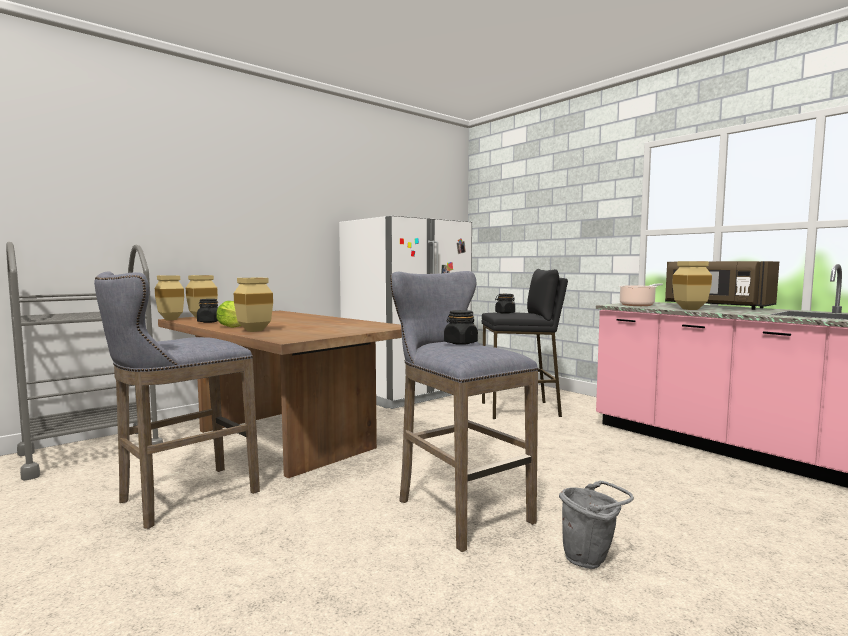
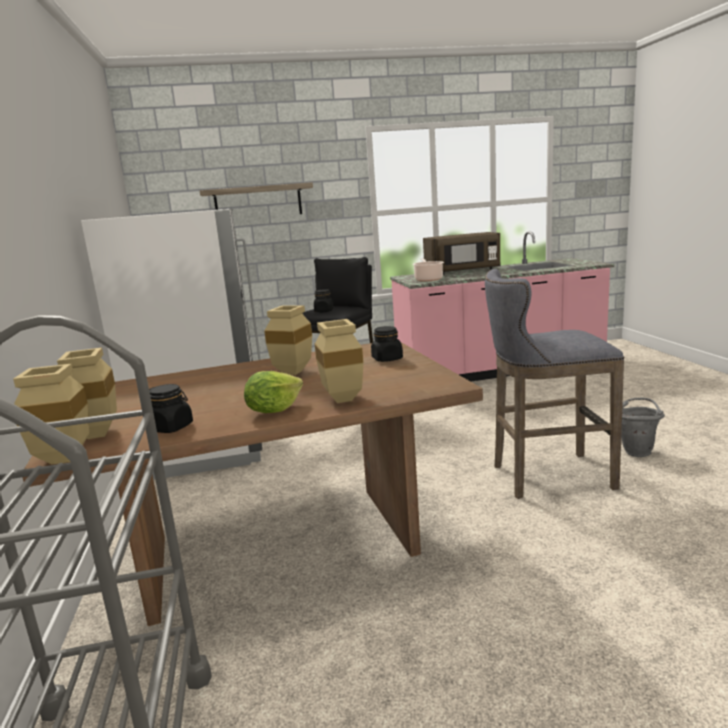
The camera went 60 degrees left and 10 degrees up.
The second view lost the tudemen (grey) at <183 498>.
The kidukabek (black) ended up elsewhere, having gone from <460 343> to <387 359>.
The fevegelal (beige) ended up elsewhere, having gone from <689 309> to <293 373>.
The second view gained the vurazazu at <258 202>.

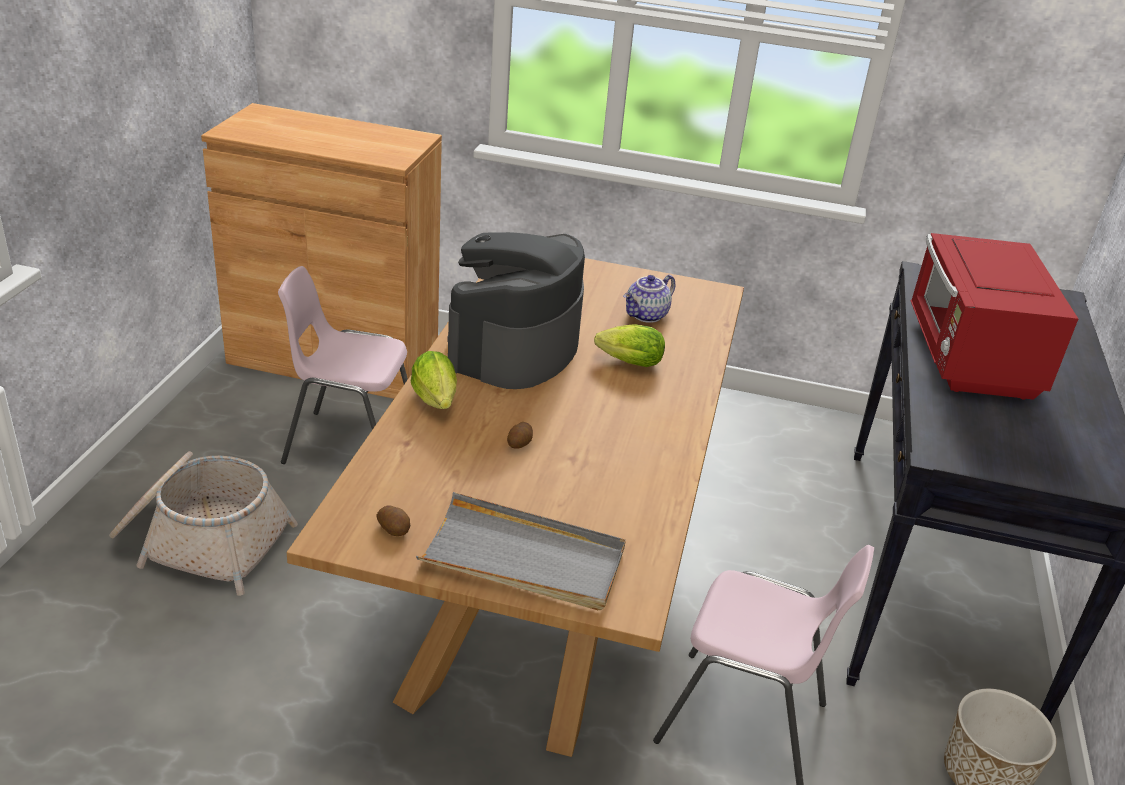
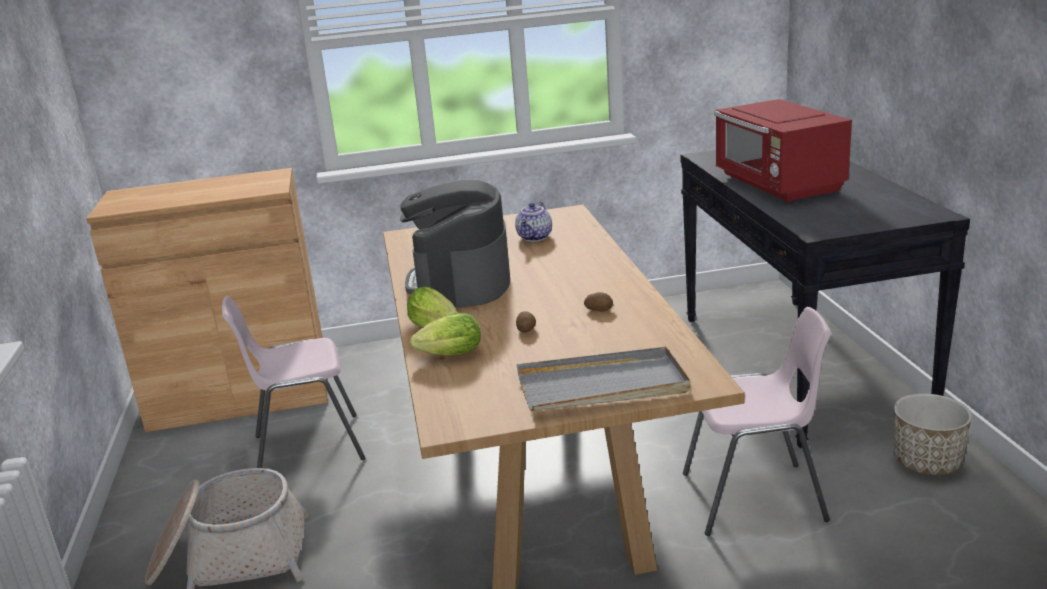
The camera went 20 degrees left and 10 degrees down.
The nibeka ended up elsewhere, having gone from <394 529> to <599 309>.
The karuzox ended up elsewhere, having gone from <626 362> to <447 355>.

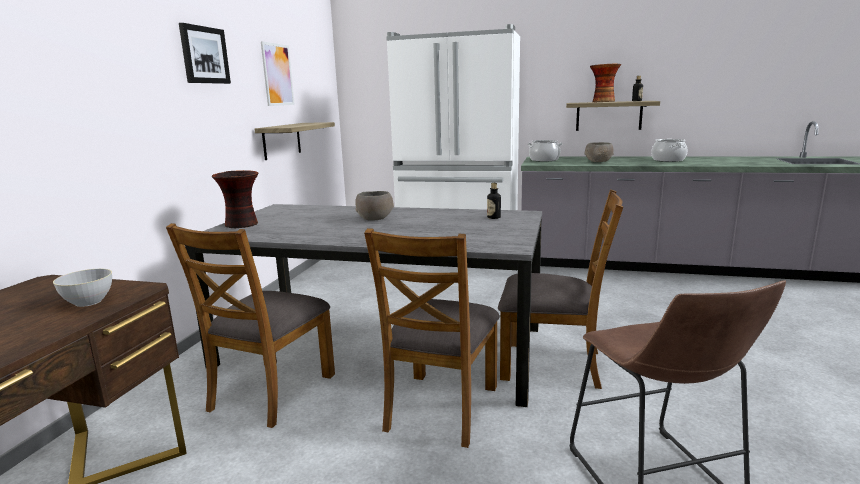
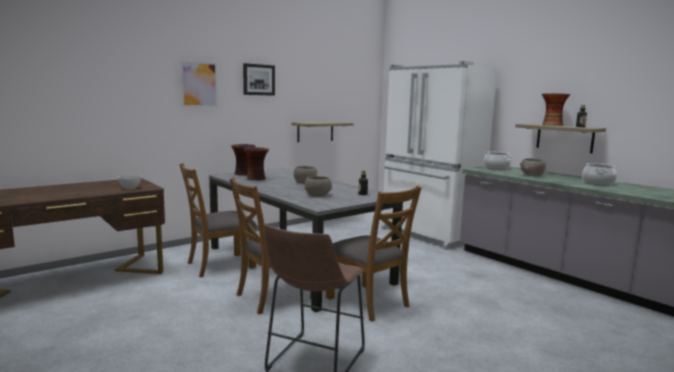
The camera went 35 degrees right and 5 degrees down.
The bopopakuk ended up elsewhere, having gone from <277 75> to <199 84>.
The second view gained the fevegelal at <256 179>.
The second view gained the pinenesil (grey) at <317 195>.

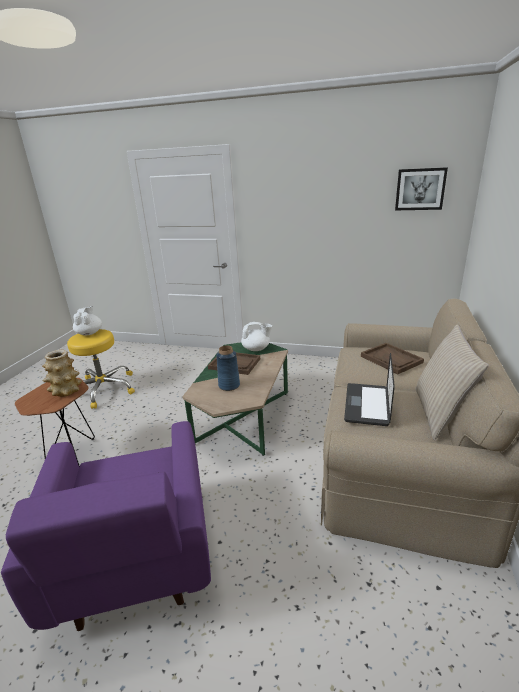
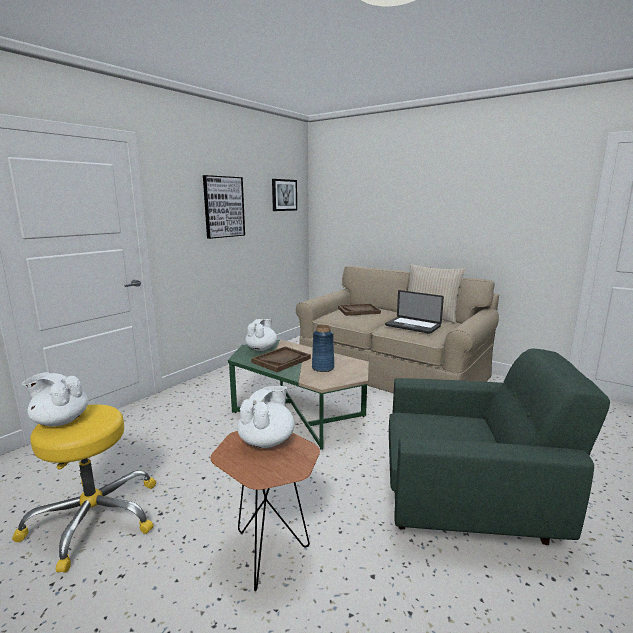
The camera went 70 degrees left and 10 degrees down.
What was the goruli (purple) at <134 557> turned into the goruli (green) at <469 503>.
Where the fevegelal stood at <66 391>, the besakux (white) came to stand at <267 441>.
The second view gained the bopopakuk at <223 207>.

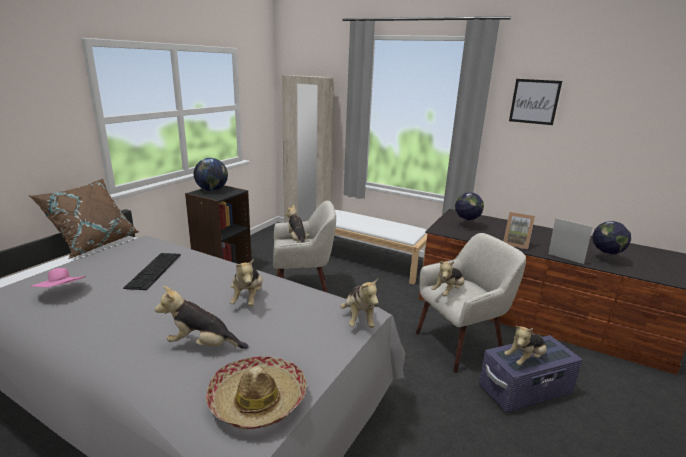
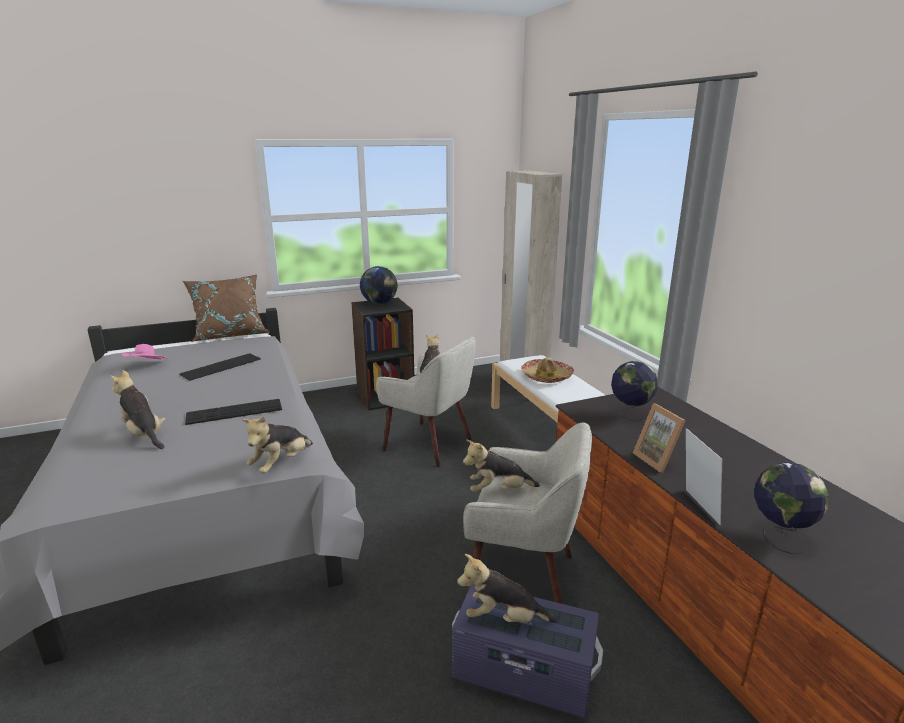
The camera went 40 degrees right and 0 degrees up.
The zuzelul ended up elsewhere, having gone from <257 400> to <547 377>.
Where the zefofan stood at <248 299>, the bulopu came to stand at <234 411>.
The second view lost the bopopakuk at <534 101>.

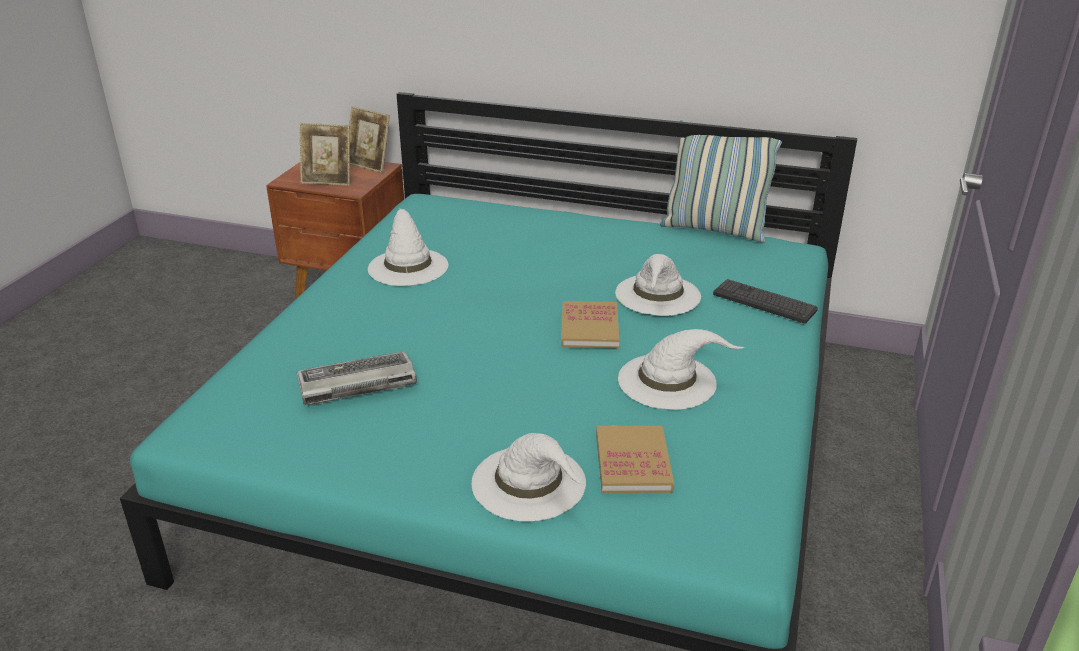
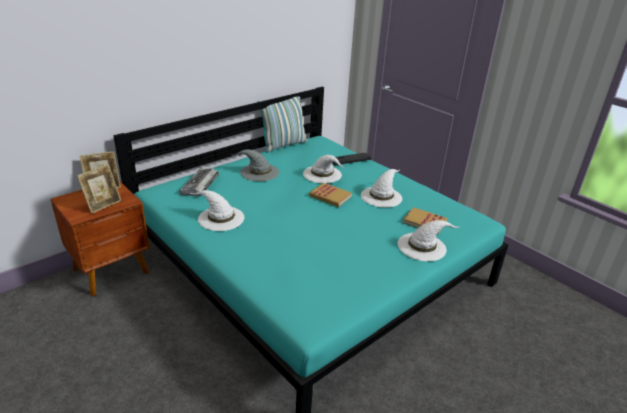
The camera went 60 degrees left and 0 degrees up.
The bulopu ended up elsewhere, having gone from <355 385> to <199 186>.
The second view gained the zuzelul (grey) at <259 172>.

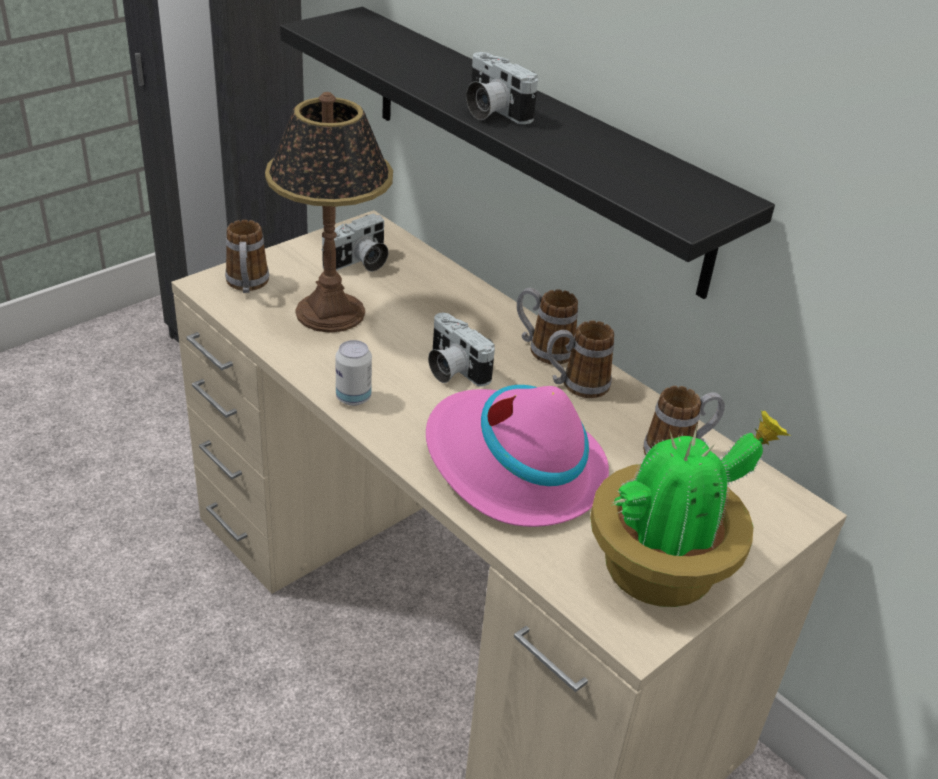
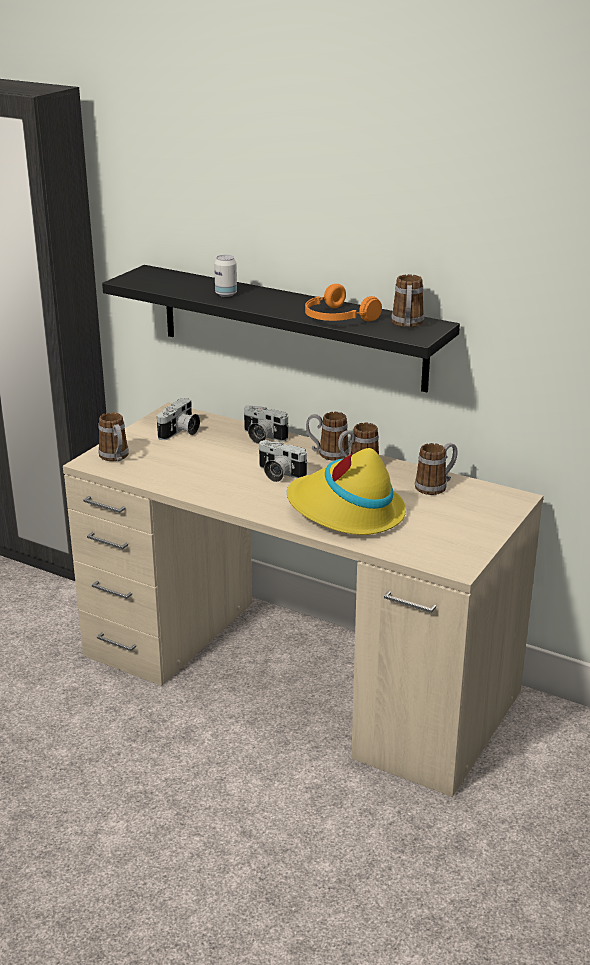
The camera went 15 degrees left and 10 degrees down.
The second view lost the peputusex at <330 312>.
The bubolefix ended up elsewhere, having gone from <353 398> to <226 294>.
What was the zuzelul (pink) at <512 467> turned into the zuzelul (yellow) at <345 512>.
The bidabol ended up elsewhere, having gone from <491 111> to <262 437>.
The second view lost the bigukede at <664 568>.
The second view gained the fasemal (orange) at <336 318>.
The second view gained the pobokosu at <407 324>.

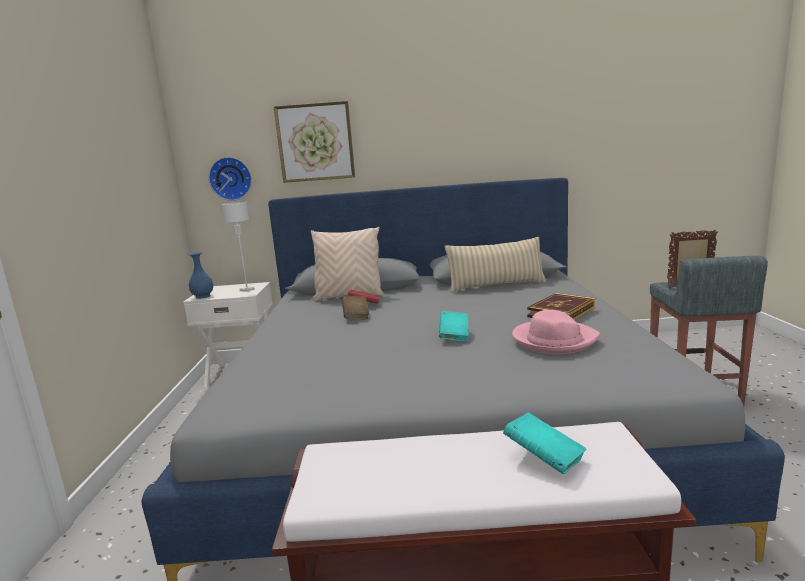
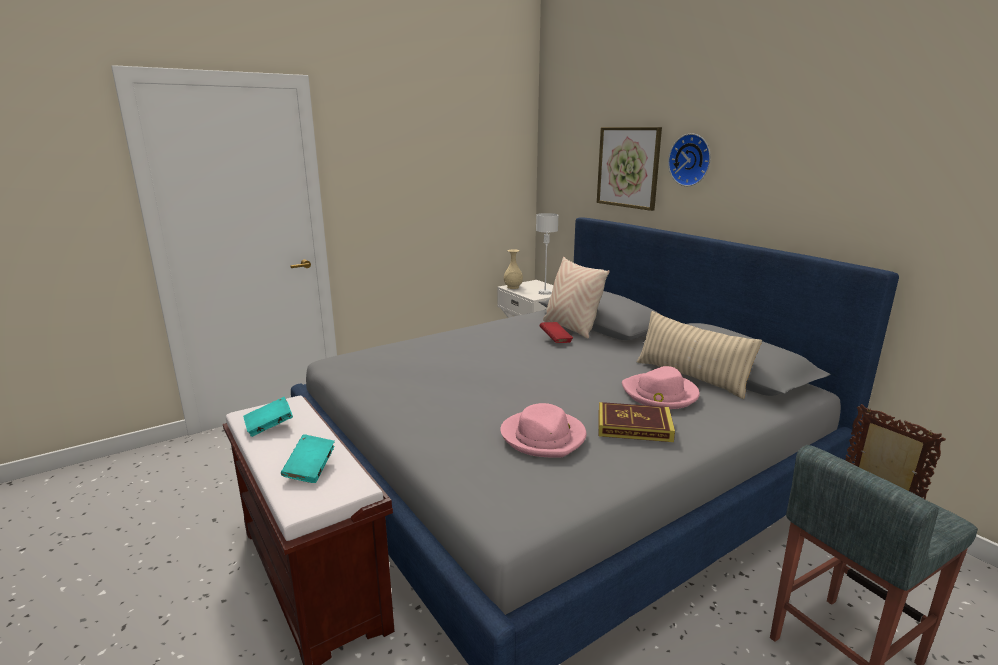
The camera went 55 degrees right and 5 degrees up.
What was the fevegelal (blue) at <203 296> turned into the fevegelal (beige) at <513 287>.
The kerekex ended up elsewhere, having gone from <231 178> to <691 160>.
The second view lost the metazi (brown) at <356 316>.
The metazi (turquoise) ended up elsewhere, having gone from <454 336> to <269 426>.
The second view gained the zuzelul (pink) at <660 394>.

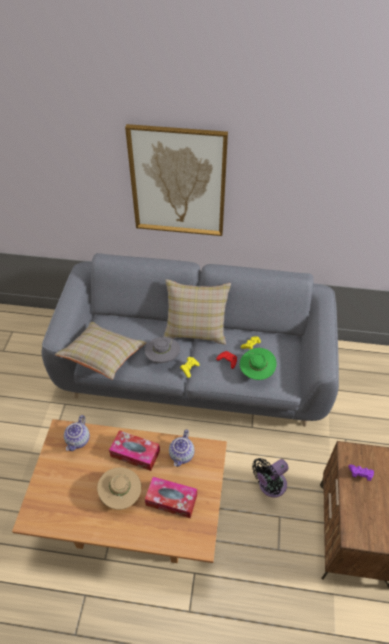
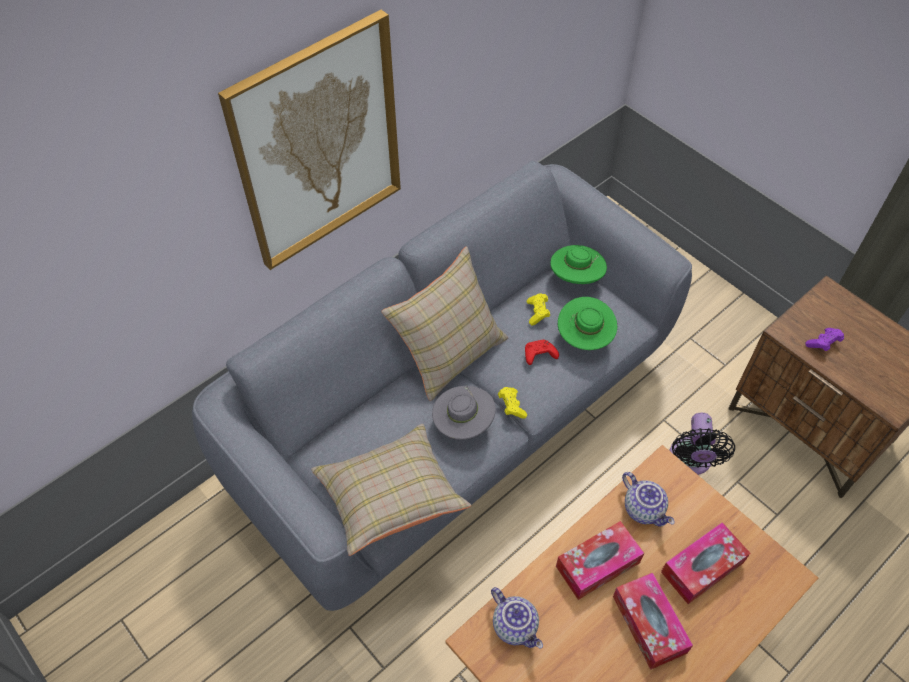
The camera went 50 degrees left and 5 degrees up.
Where the zuzelul (beige) stood at <121 494>, the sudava came to stand at <649 624>.
The second view gained the zuzelul (green) at <576 278>.

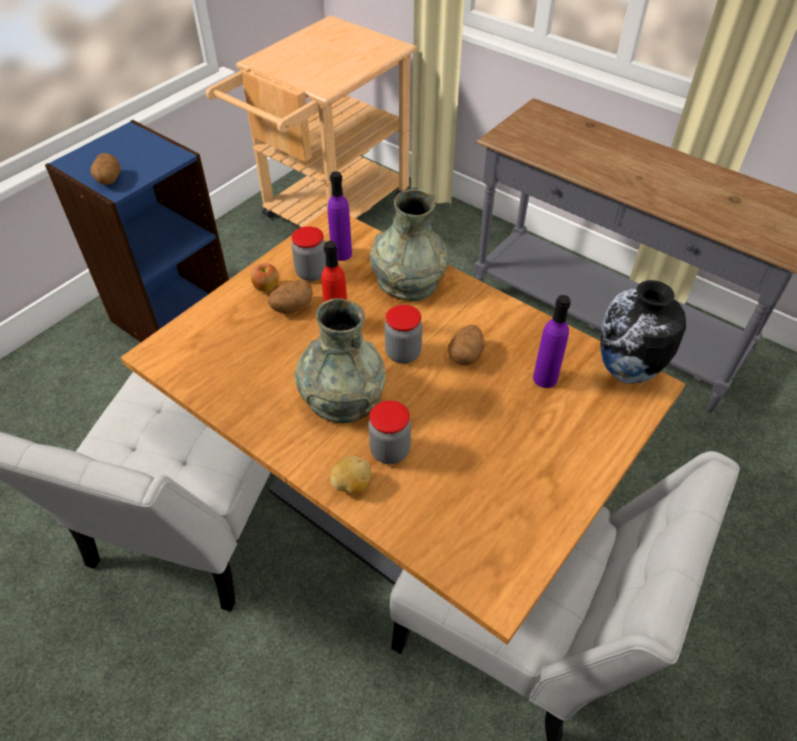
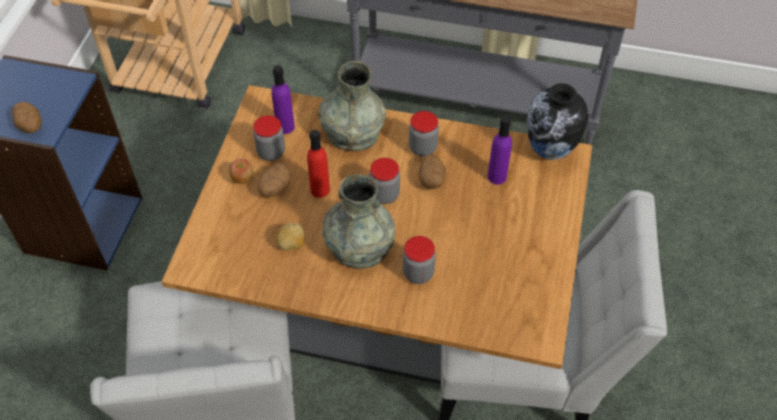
The camera went 25 degrees left and 5 degrees up.
The nibeka ended up elsewhere, having gone from <351 485> to <292 244>.
The second view gained the kidukabek at <423 148>.

